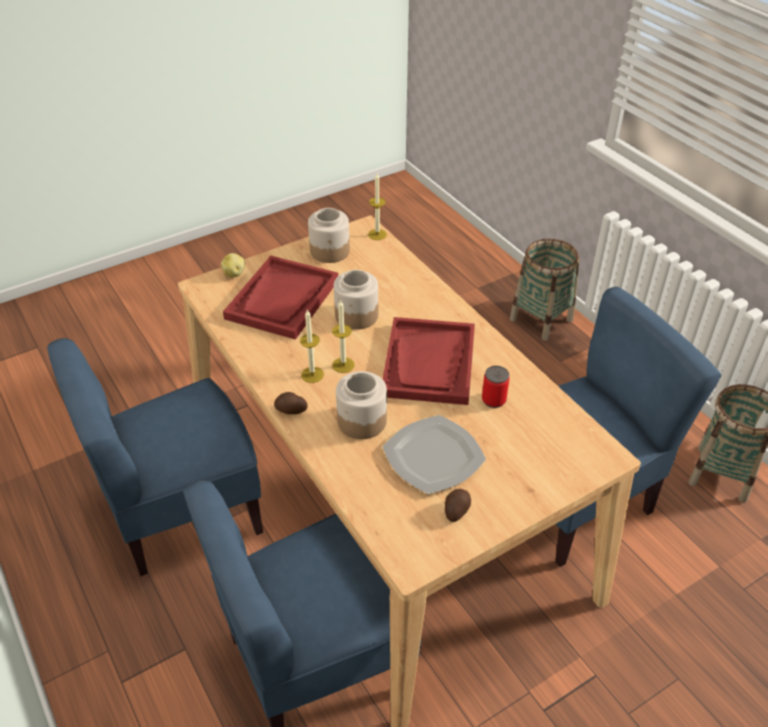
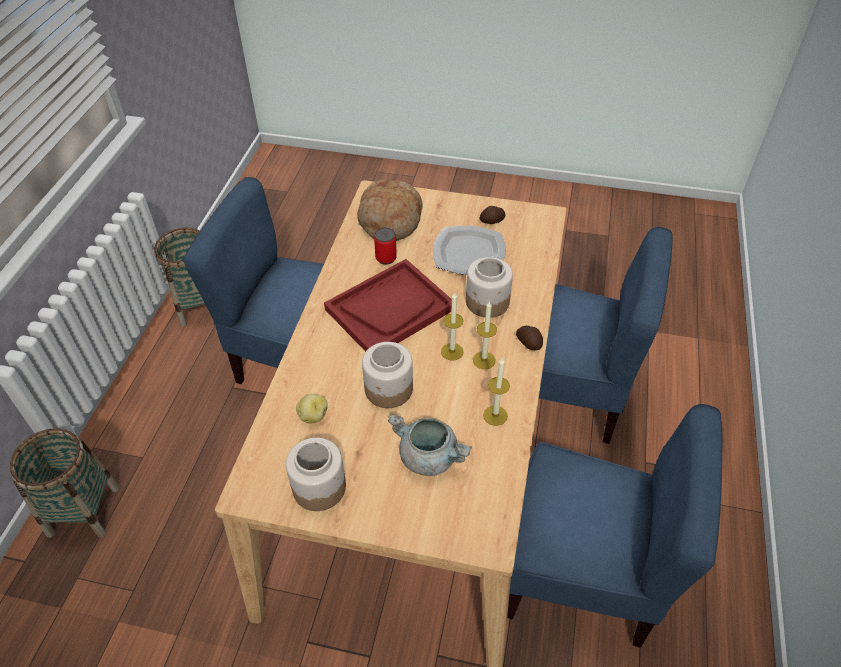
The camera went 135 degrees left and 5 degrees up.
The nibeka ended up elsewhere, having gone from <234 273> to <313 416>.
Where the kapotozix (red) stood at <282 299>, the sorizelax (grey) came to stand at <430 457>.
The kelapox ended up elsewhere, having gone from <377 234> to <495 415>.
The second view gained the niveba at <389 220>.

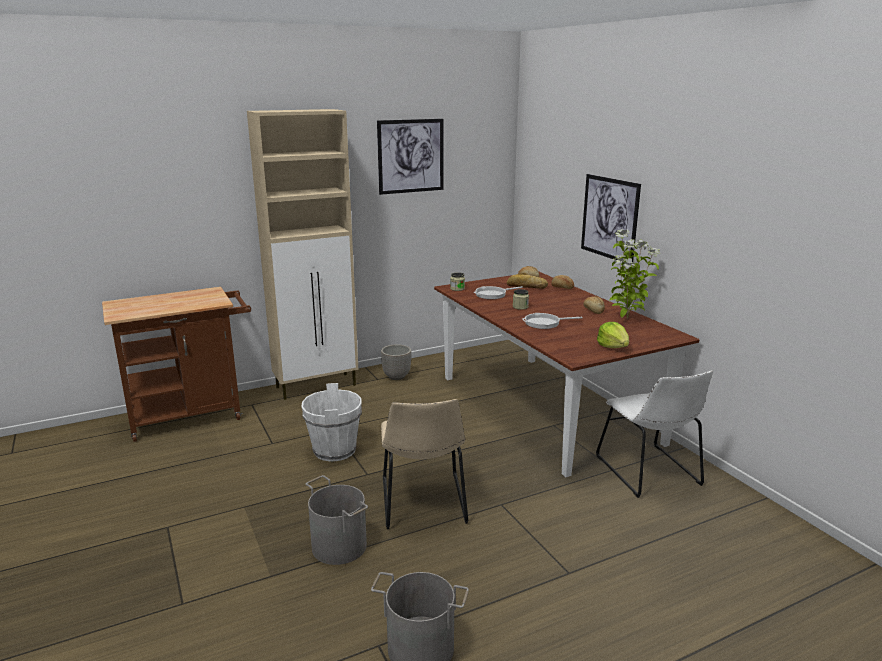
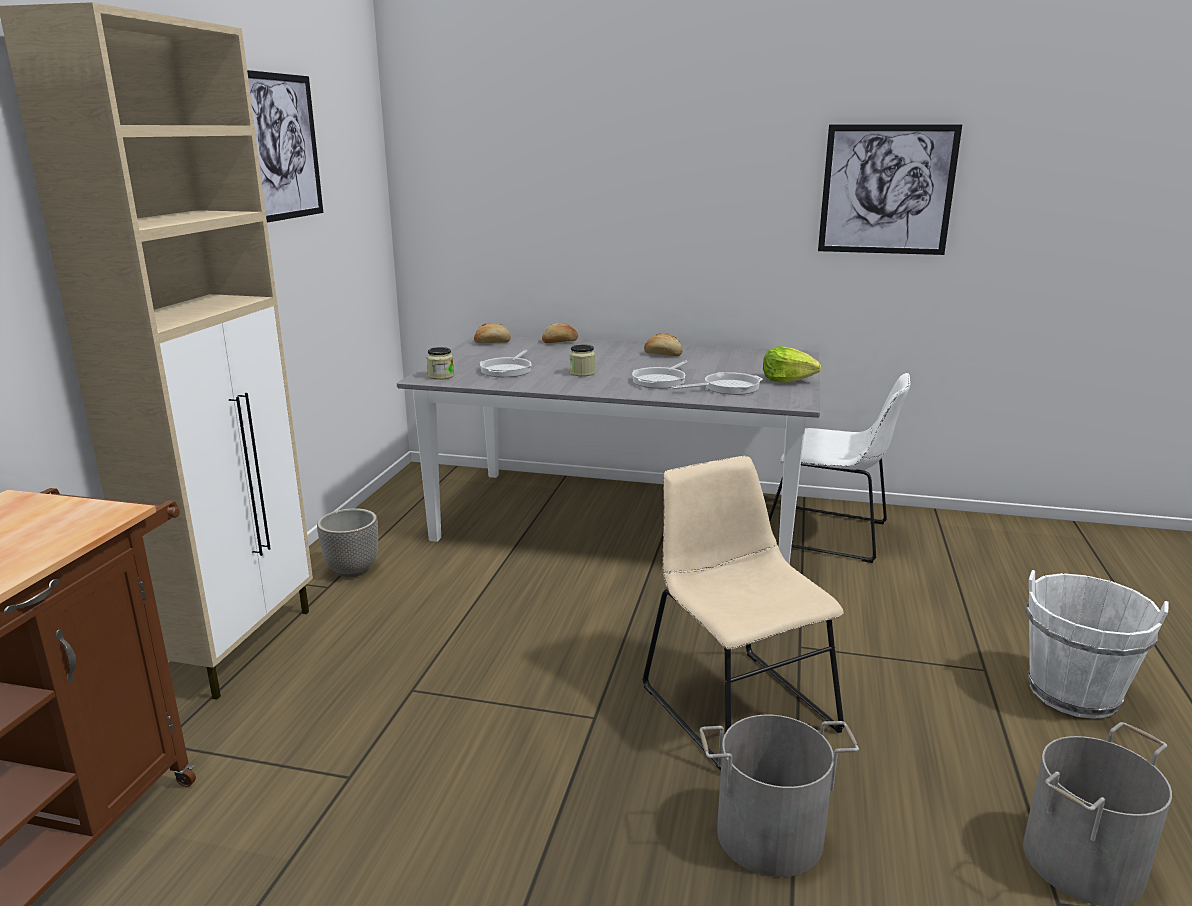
The camera went 50 degrees left and 0 degrees up.
The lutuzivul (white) ended up elsewhere, having gone from <334 450> to <1072 694>.
The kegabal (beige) at <423 503> ended up facing another way, 150 degrees counterclockwise from before.
What was the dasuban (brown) at <547 408> turned into the dasuban (grey) at <620 520>.
The second view lost the niveba at <526 286>.
The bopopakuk ended up elsewhere, having gone from <609 218> to <887 190>.
The second view lost the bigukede at <626 319>.
The second view gained the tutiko at <727 388>.

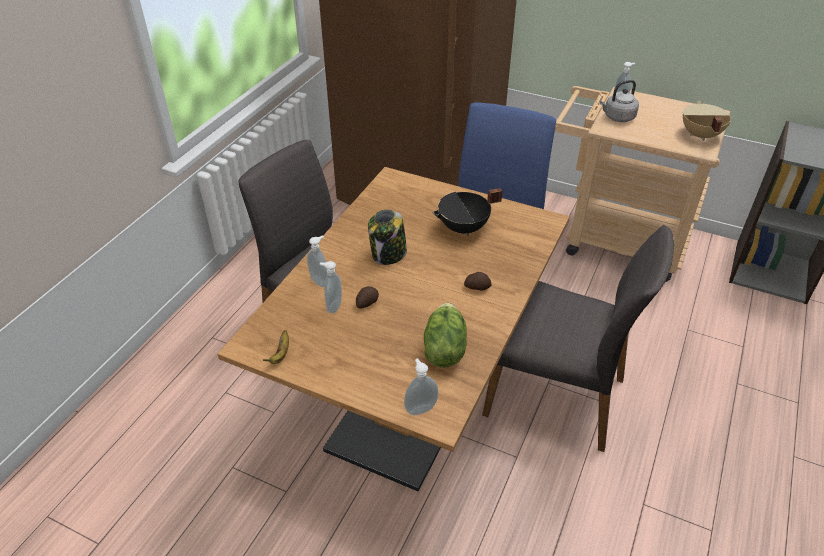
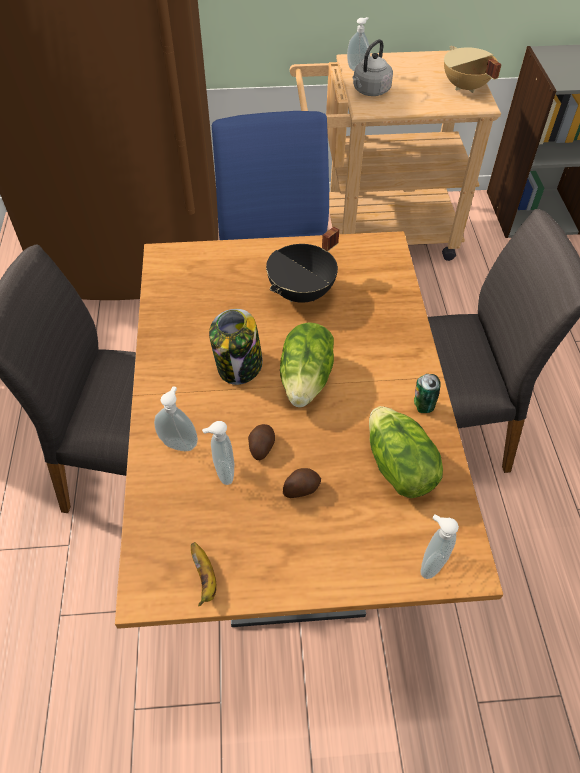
The camera went 30 degrees left and 10 degrees up.
The nibeka ended up elsewhere, having gone from <477 287> to <301 488>.
The second view gained the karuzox at <307 379>.
The second view gained the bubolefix at <423 406>.

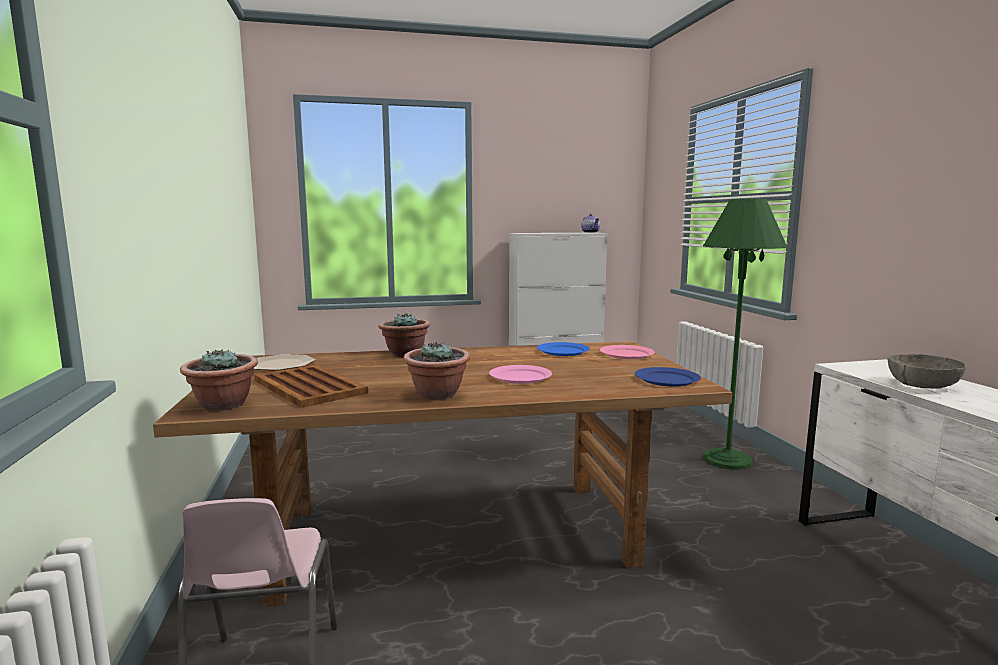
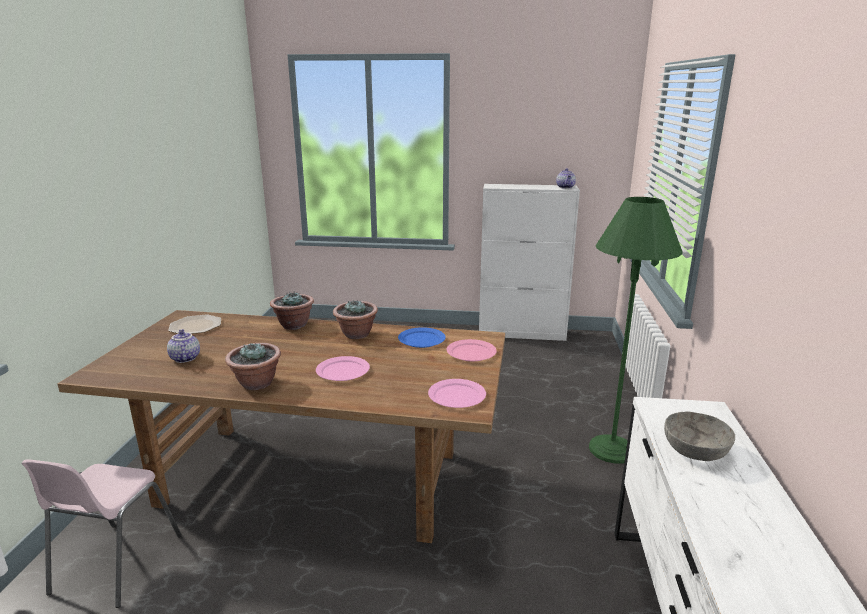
The camera went 20 degrees right and 10 degrees up.
The bigukede ended up elsewhere, having gone from <223 405> to <356 334>.
Where the kapotozix (brown) stood at <309 387>, the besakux came to stand at <184 358>.
What was the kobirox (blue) at <667 379> turned into the kobirox (pink) at <457 396>.

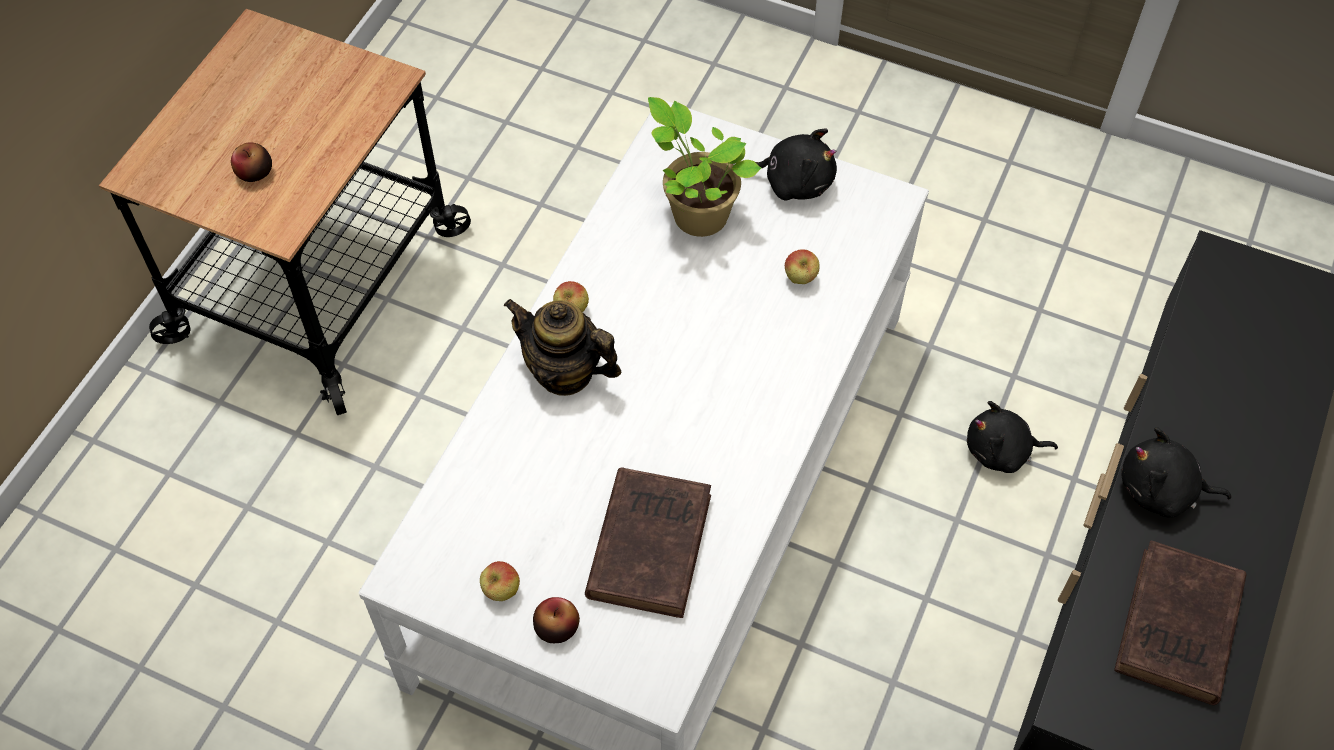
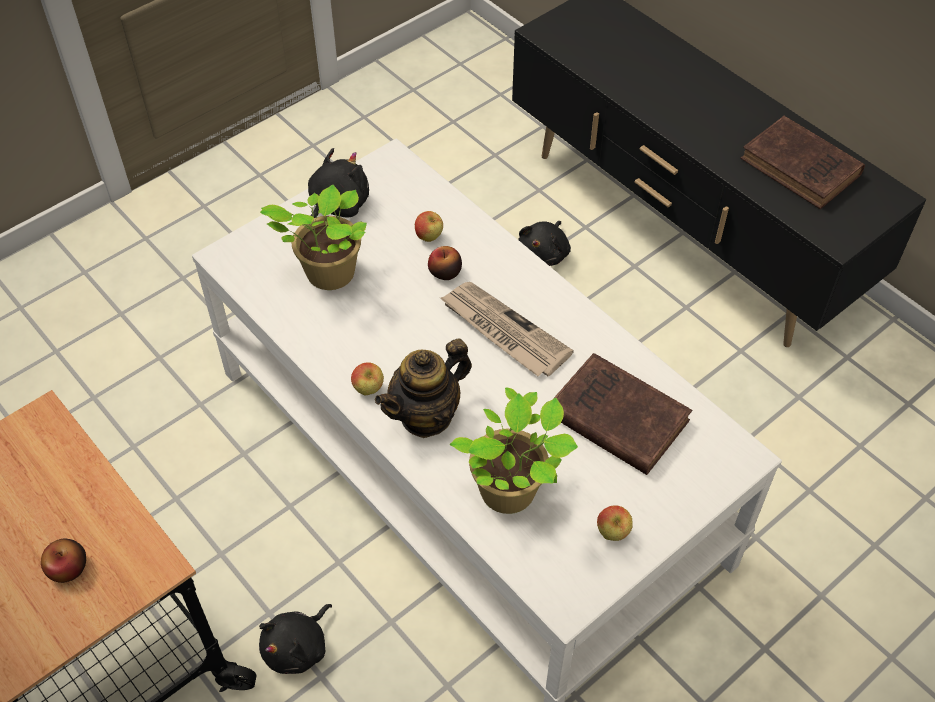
The camera went 65 degrees left and 5 degrees down.
The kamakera ended up elsewhere, having gone from <556 627> to <445 272>.
The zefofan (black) ended up elsewhere, having gone from <1161 491> to <298 647>.
The second view gained the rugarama at <503 331>.
The second view gained the bigukede at <512 492>.

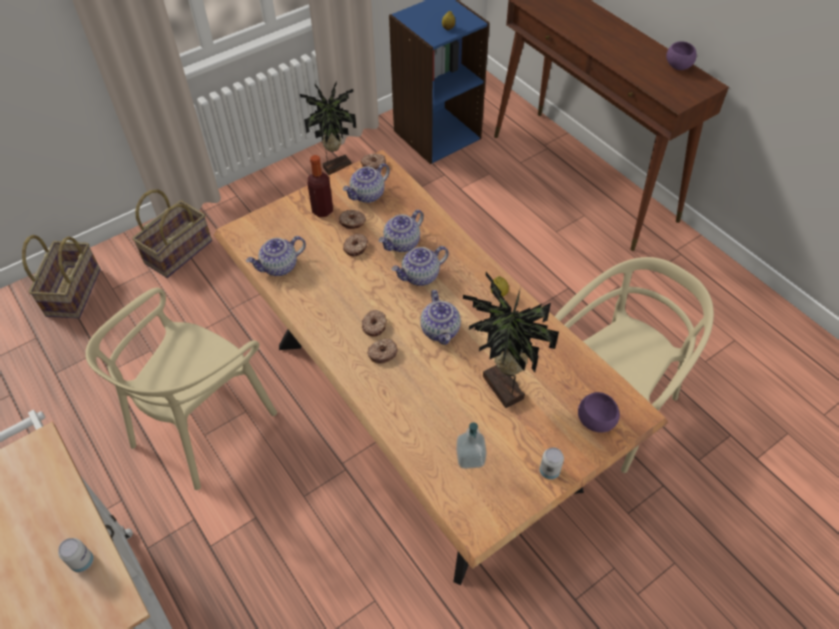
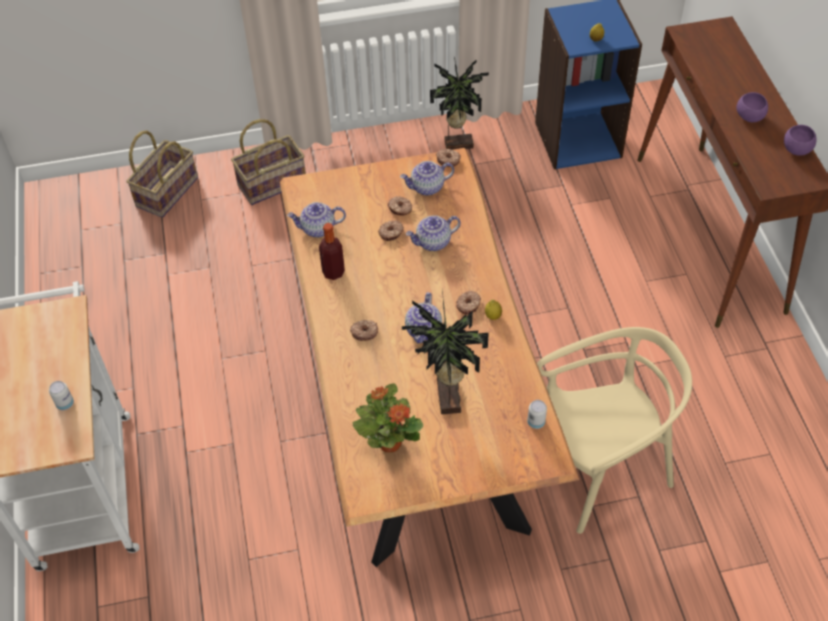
The camera went 25 degrees right and 0 degrees up.
The second view lost the kegabal (beige) at <202 425>.
The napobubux ended up elsewhere, having gone from <322 210> to <333 272>.
The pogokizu ended up elsewhere, having gone from <375 326> to <468 305>.
The second view lost the besakux at <420 276>.
Where the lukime stood at <470 457>, the bigukede came to stand at <389 442>.
The bubolefix ended up elsewhere, having gone from <549 471> to <536 422>.
The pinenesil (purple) ended up elsewhere, having gone from <595 421> to <749 117>.

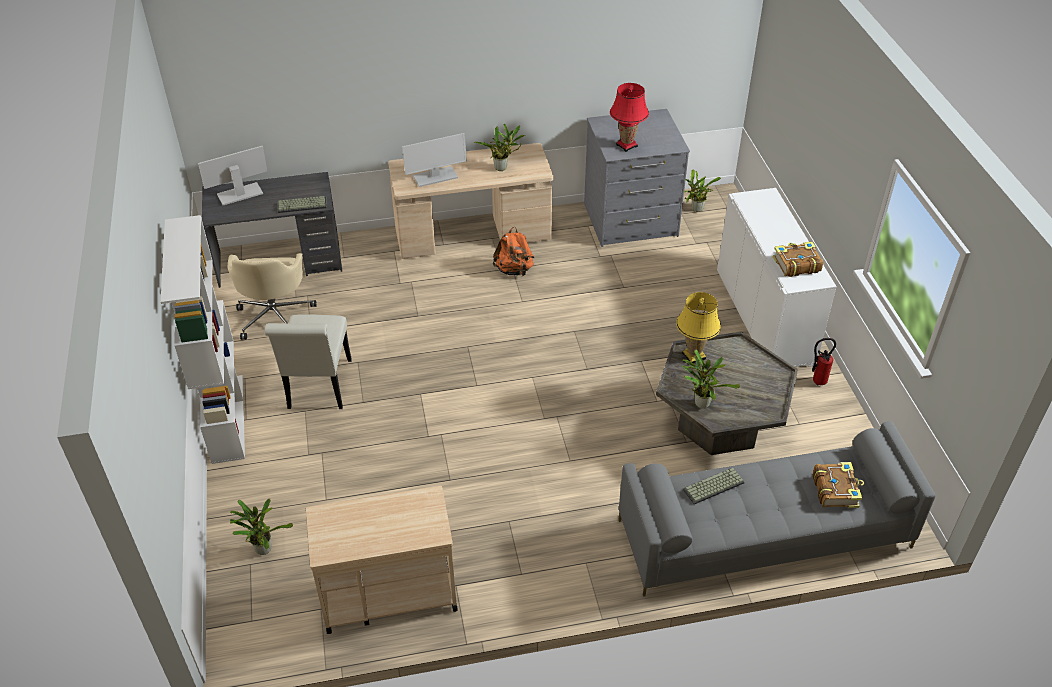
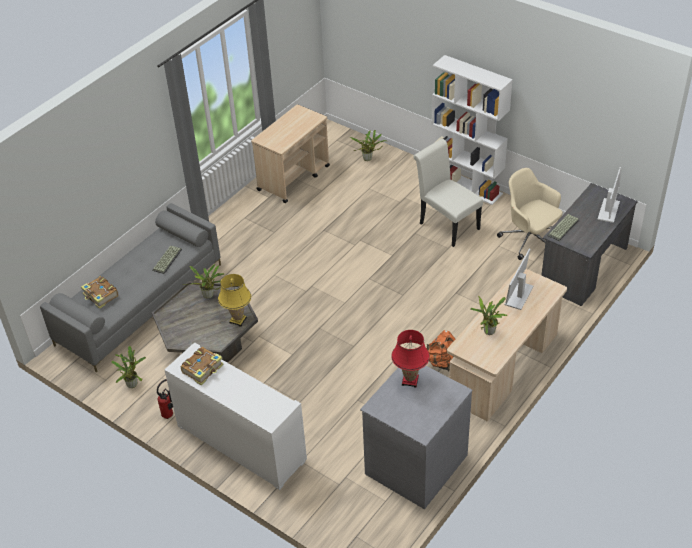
The camera went 140 degrees right and 0 degrees up.
The bigukede ended up elsewhere, having gone from <695 210> to <133 383>.

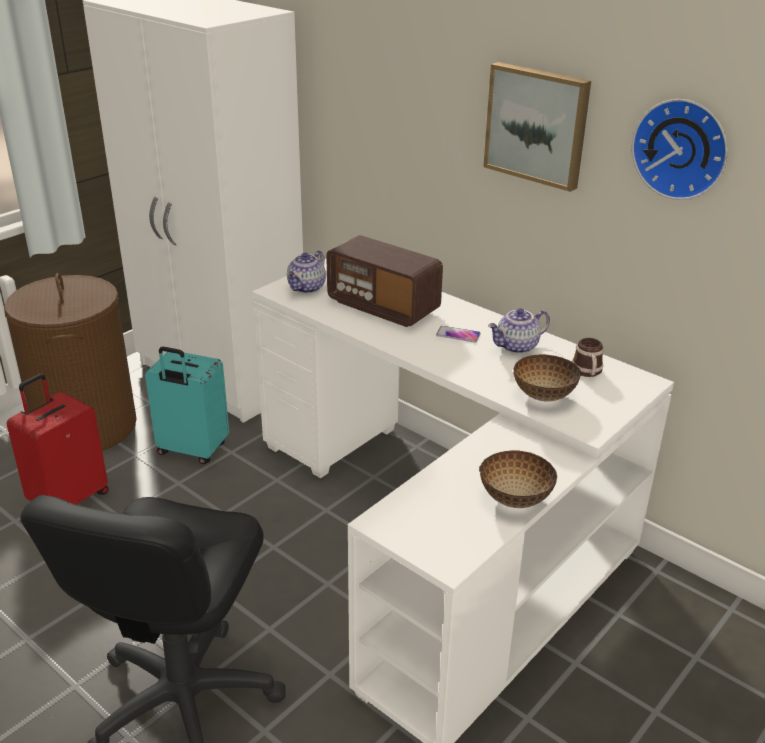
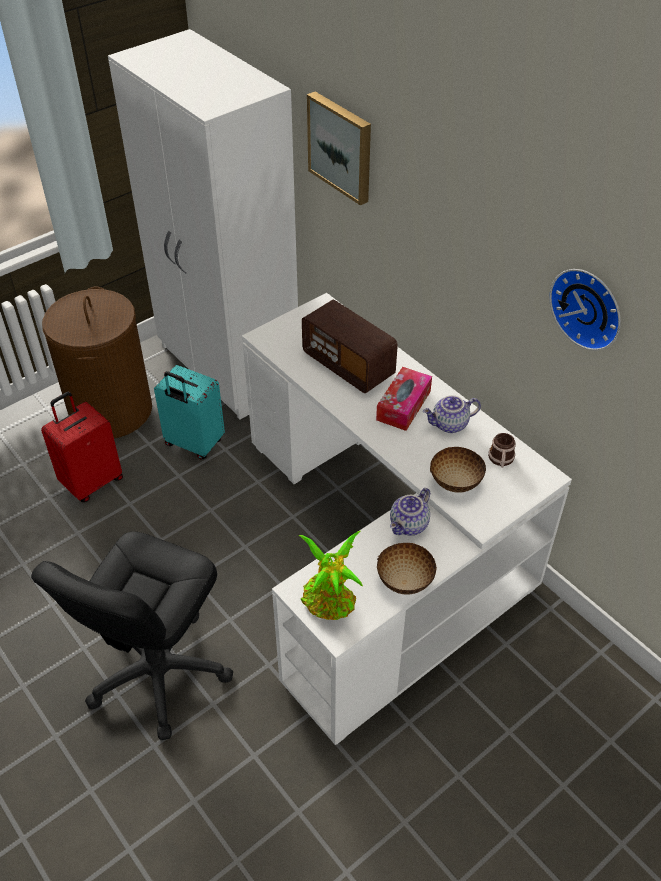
The camera went 10 degrees right and 15 degrees up.
The besakux ended up elsewhere, having gone from <307 288> to <409 525>.
Where the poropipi stood at <458 335>, the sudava came to stand at <403 405>.
The bopopakuk ended up elsewhere, having gone from <537 125> to <341 147>.
The second view gained the bigukede at <330 602>.

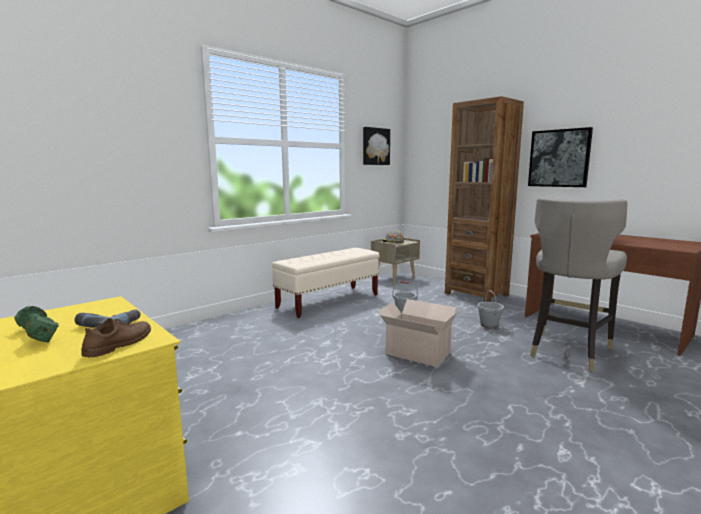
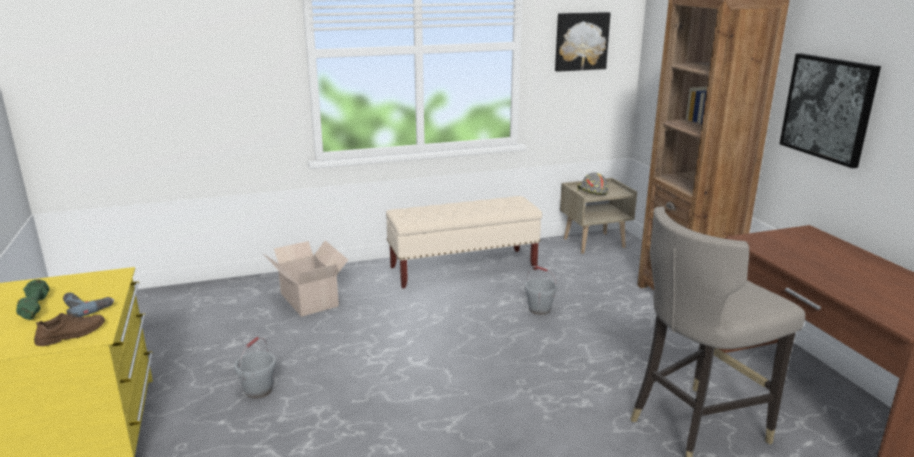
The camera went 25 degrees right and 10 degrees up.
The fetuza ended up elsewhere, having gone from <416 352> to <309 299>.
The lutuzivul (grey) ended up elsewhere, having gone from <489 325> to <258 390>.

